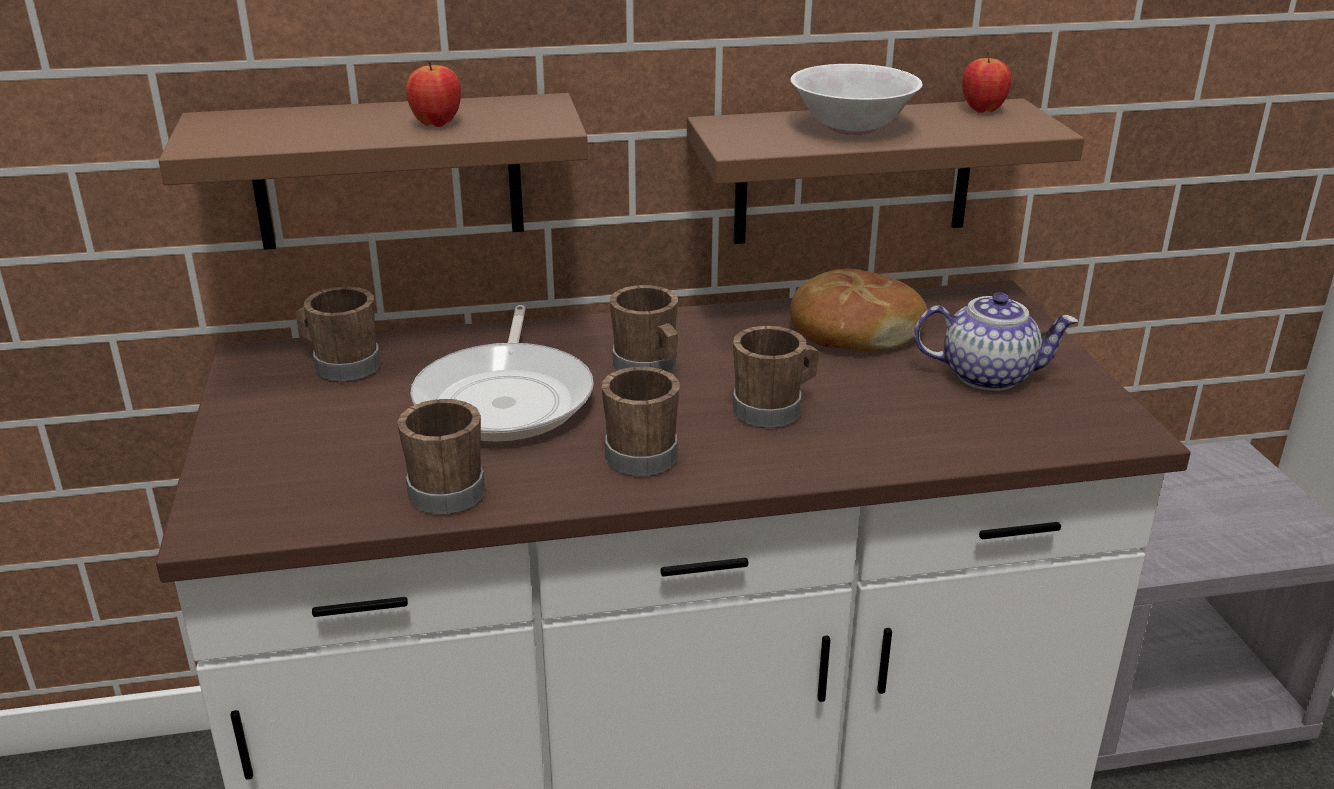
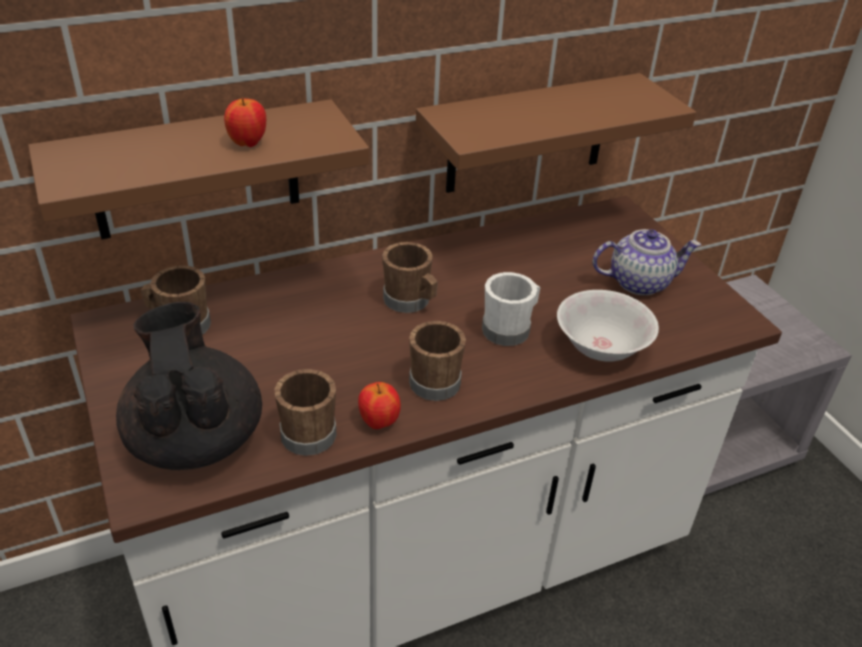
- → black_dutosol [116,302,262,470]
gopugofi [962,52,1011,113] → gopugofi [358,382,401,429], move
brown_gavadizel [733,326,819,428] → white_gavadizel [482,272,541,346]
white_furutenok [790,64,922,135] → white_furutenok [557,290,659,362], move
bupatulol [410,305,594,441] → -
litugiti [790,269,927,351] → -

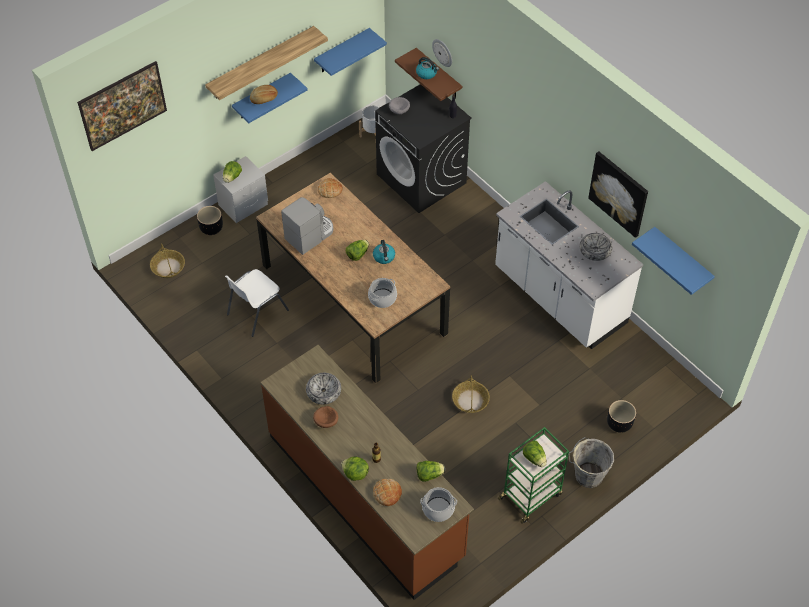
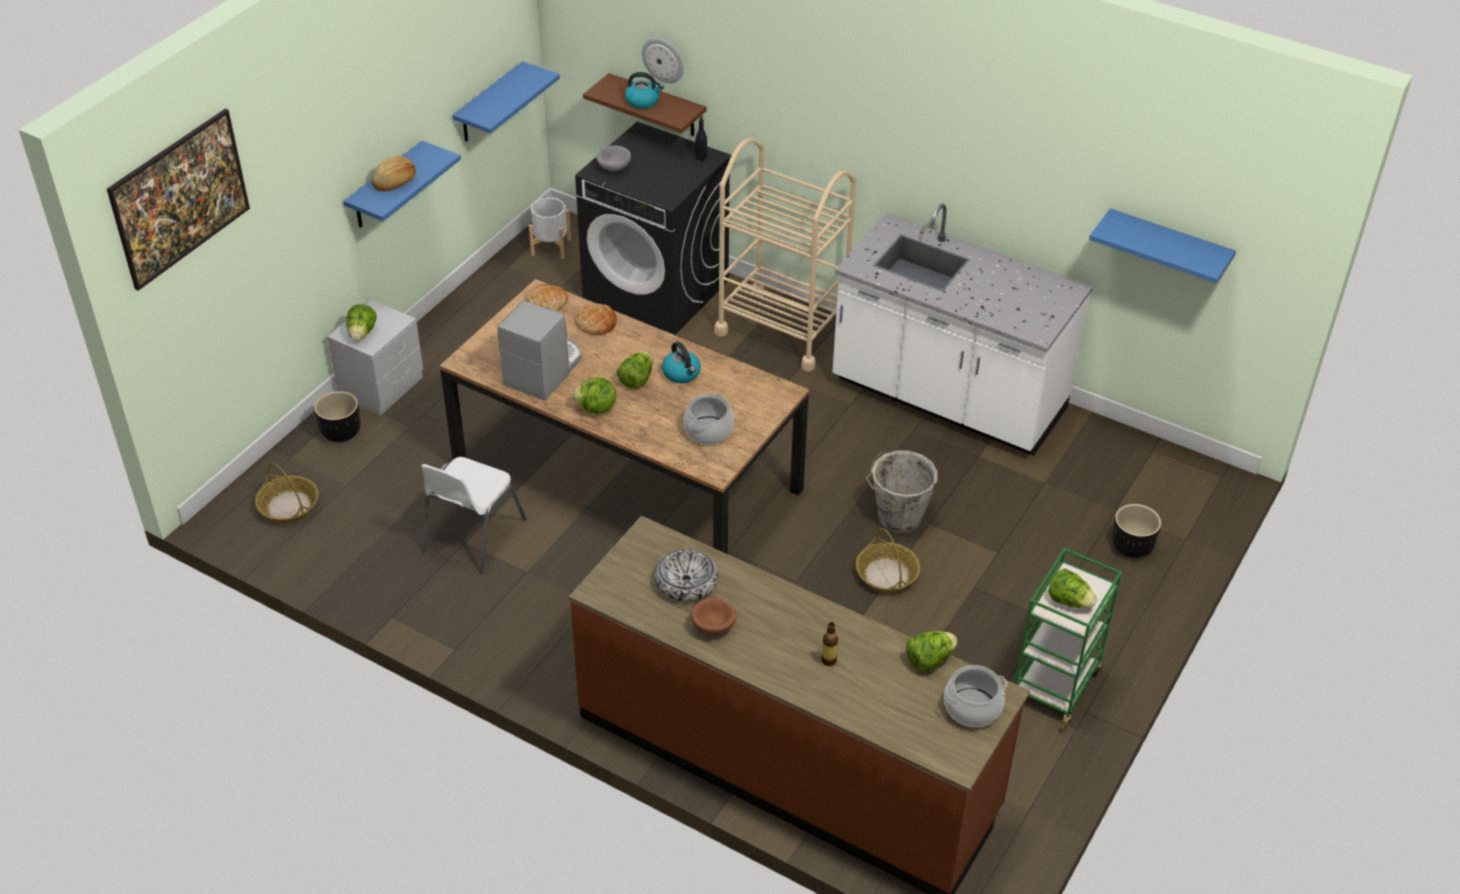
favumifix [341,456,369,481] → favumifix [572,378,616,414], move
litugiti [373,479,402,506] → litugiti [575,304,617,335], move
- → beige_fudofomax [714,138,856,372]
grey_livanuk [568,437,614,488] → grey_livanuk [866,451,938,533], move
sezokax [205,26,328,100] → -
furutenok [580,233,612,261] → -
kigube [588,152,648,238] → -

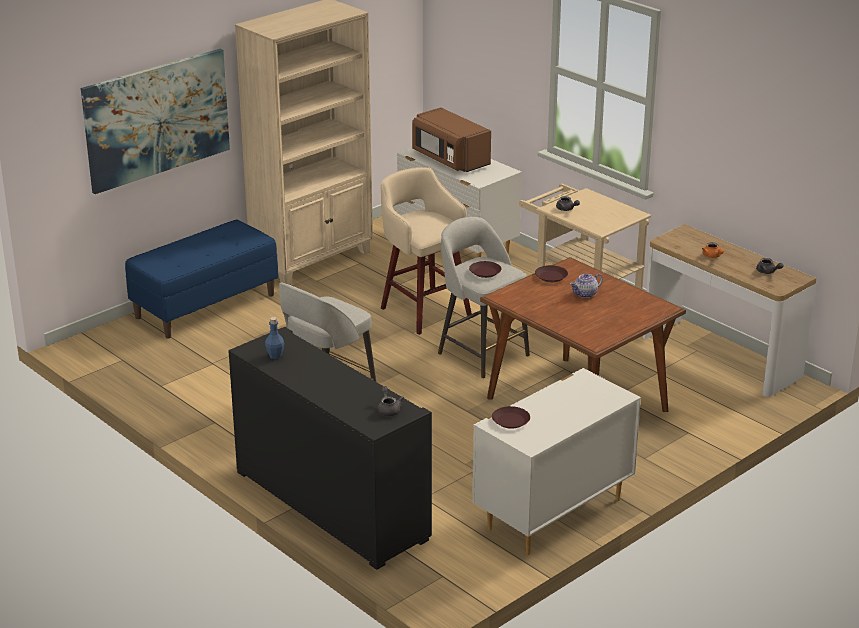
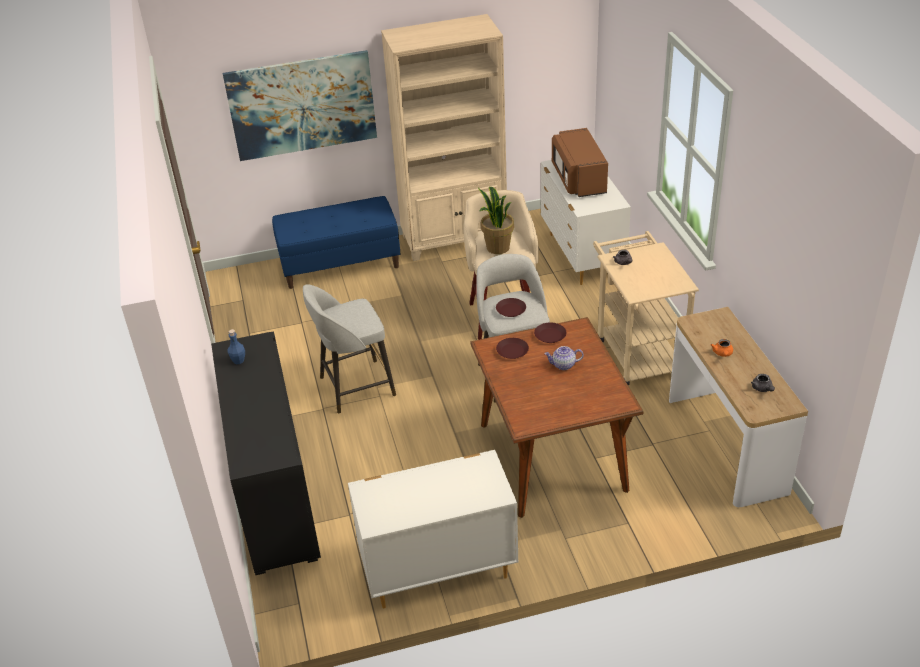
- → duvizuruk [478,187,514,254]
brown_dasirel [492,406,530,429] → brown_dasirel [496,338,529,359], move
grey_dutosol [378,386,404,416] → -

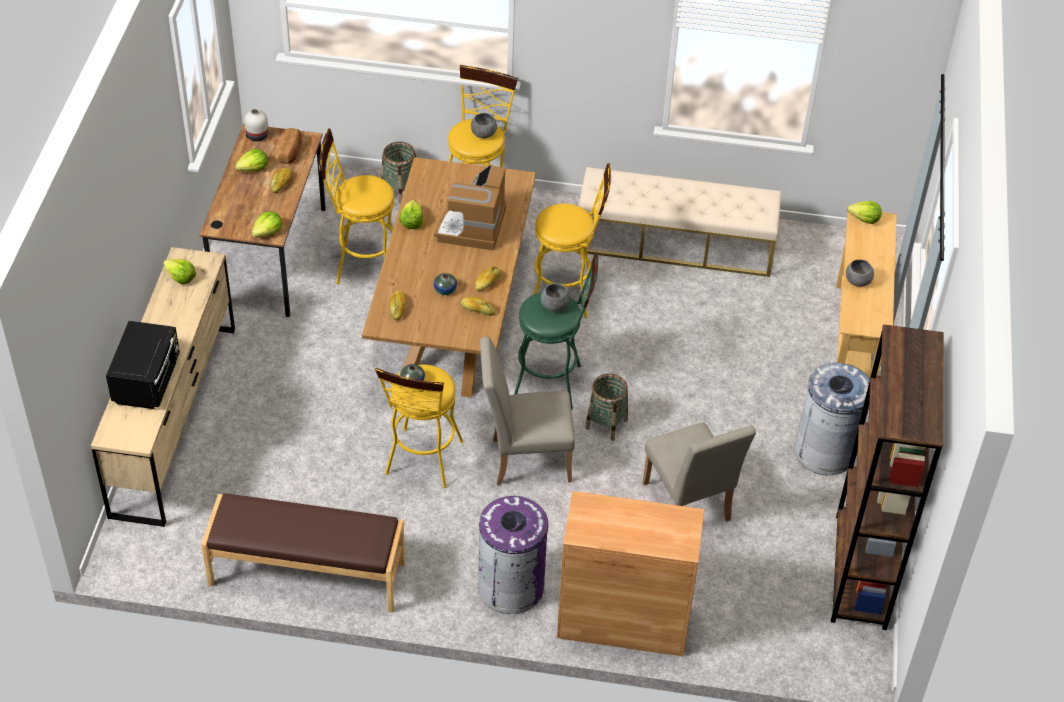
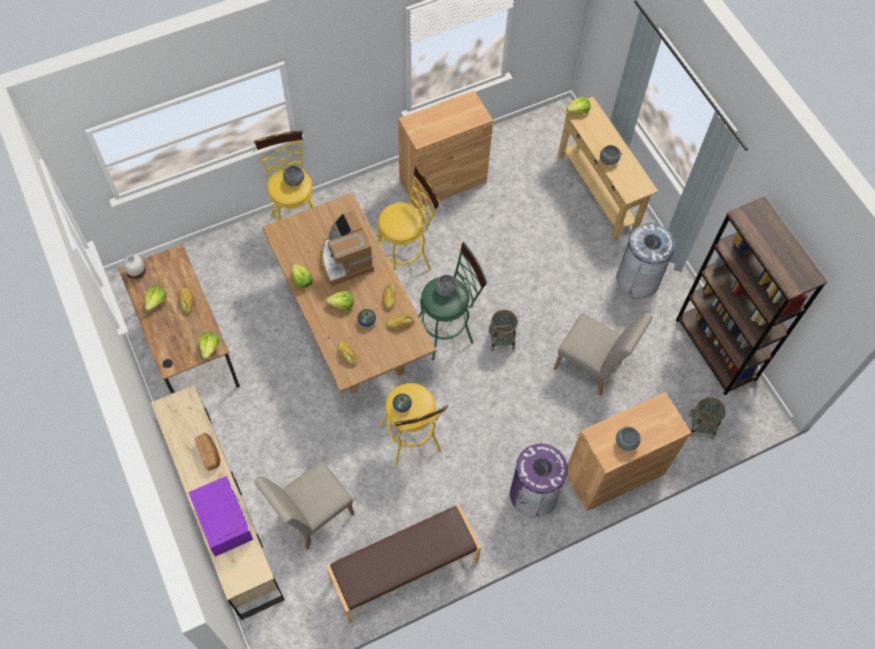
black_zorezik [106,321,180,409] → purple_zorezik [188,476,254,557]
litugiti [278,128,302,164] → litugiti [195,433,220,471], move
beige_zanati [480,337,575,485] → beige_zanati [254,461,354,550], move
favumifix [163,259,196,284] → favumifix [326,291,354,310], move
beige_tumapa [579,167,781,277] → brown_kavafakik [398,91,493,209]
- → grey_furutenok [616,427,641,451]
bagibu [381,142,416,204] → bagibu [688,397,725,439], move
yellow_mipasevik [319,128,394,284] → -

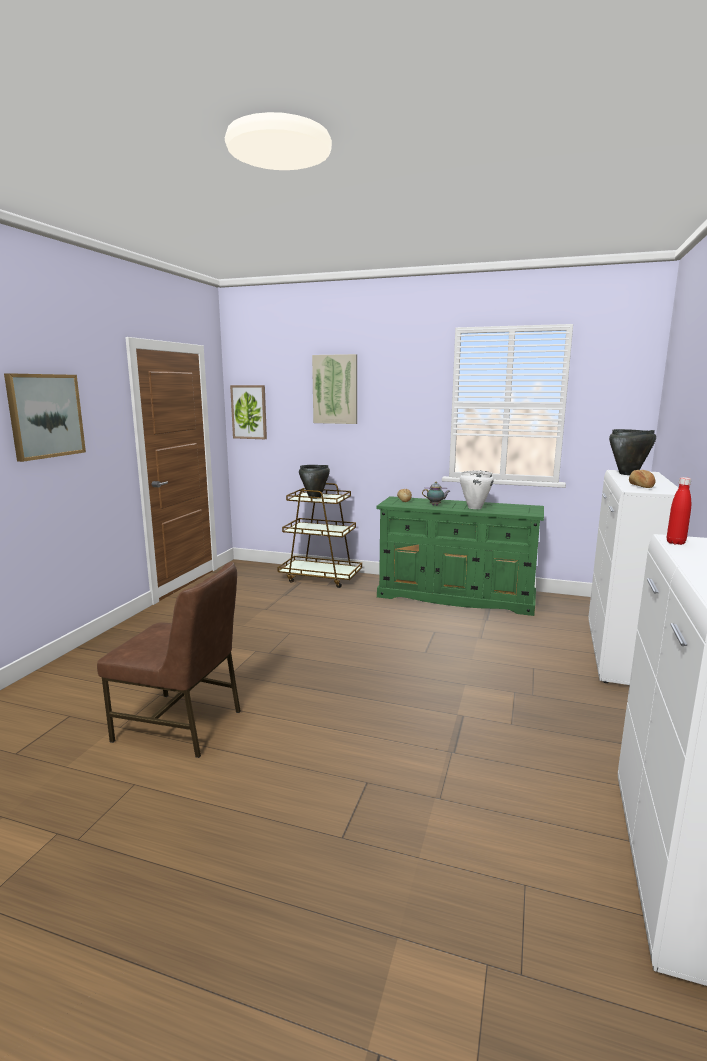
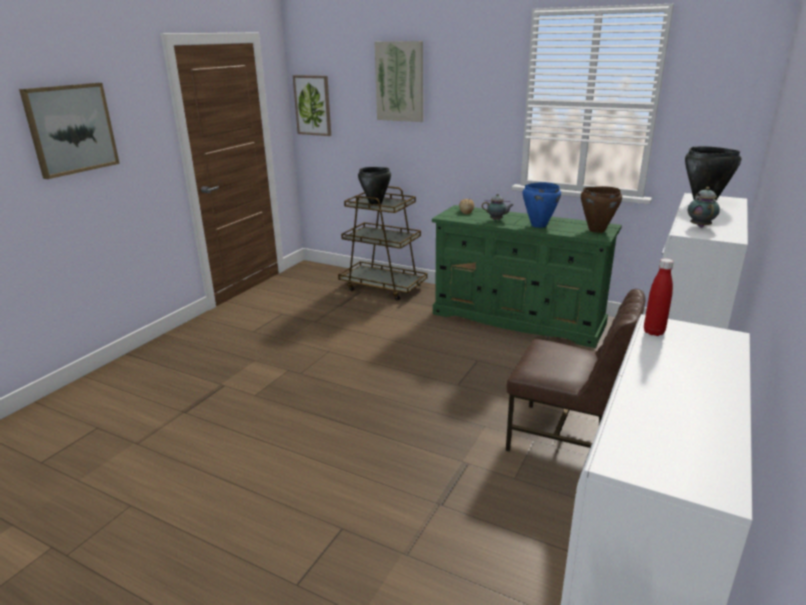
brown_zanati [97,562,241,758] → brown_zanati [506,289,646,451], move
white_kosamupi [460,470,494,509] → blue_kosamupi [523,182,561,228]
- → brown_kosamupi [581,186,622,233]
litugiti [629,470,655,488] → dutosol [688,187,720,228]

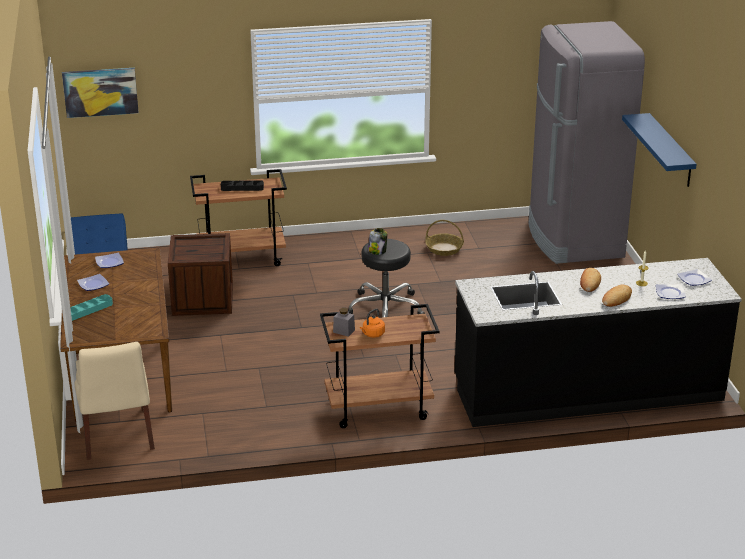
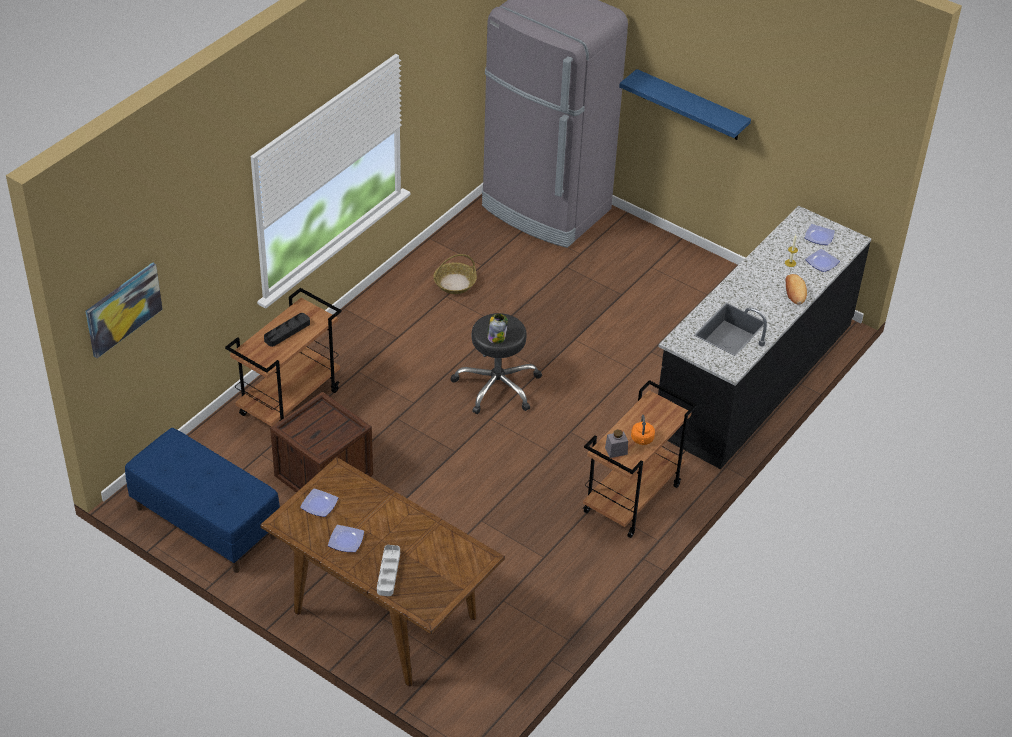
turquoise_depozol [70,294,113,321] → grey_depozol [377,545,400,596]
beige_zanati [75,342,155,460] → -
litugiti [580,268,601,292] → -

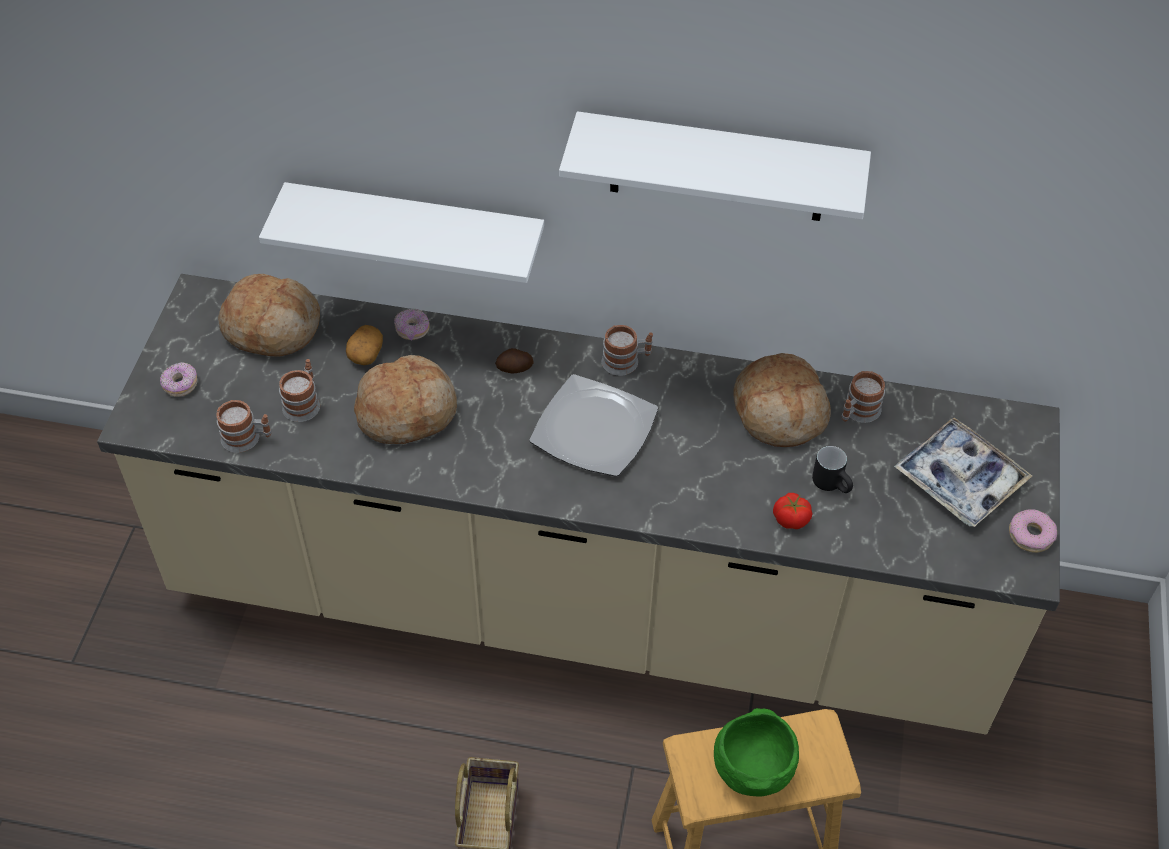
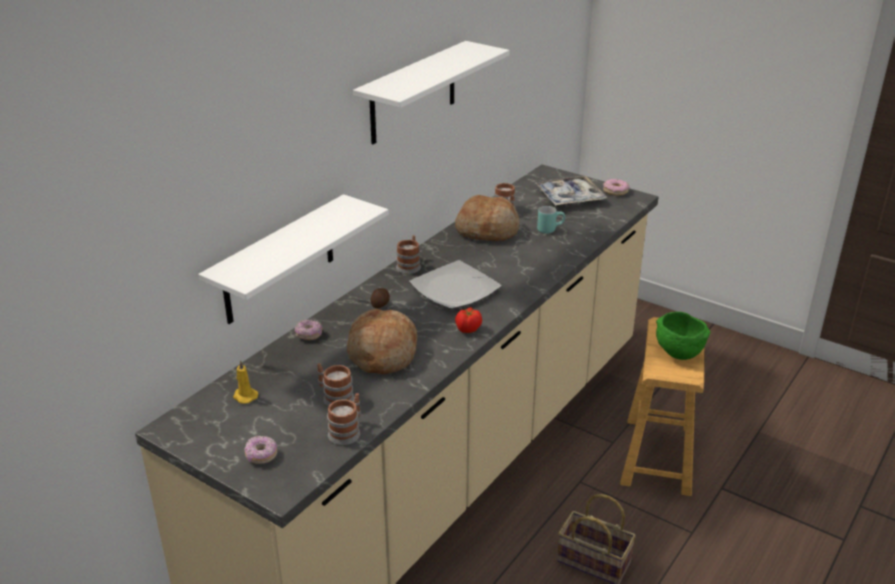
litugiti [218,274,320,357] → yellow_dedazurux [233,360,258,404]
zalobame [773,493,812,529] → zalobame [455,307,482,333], move
black_gavadizel [812,446,853,493] → turquoise_gavadizel [537,206,565,234]
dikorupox [346,325,383,365] → -

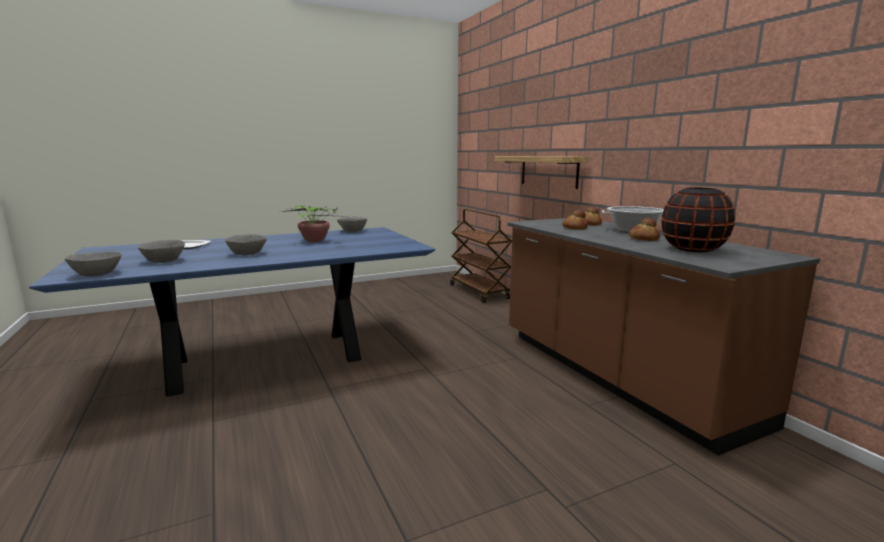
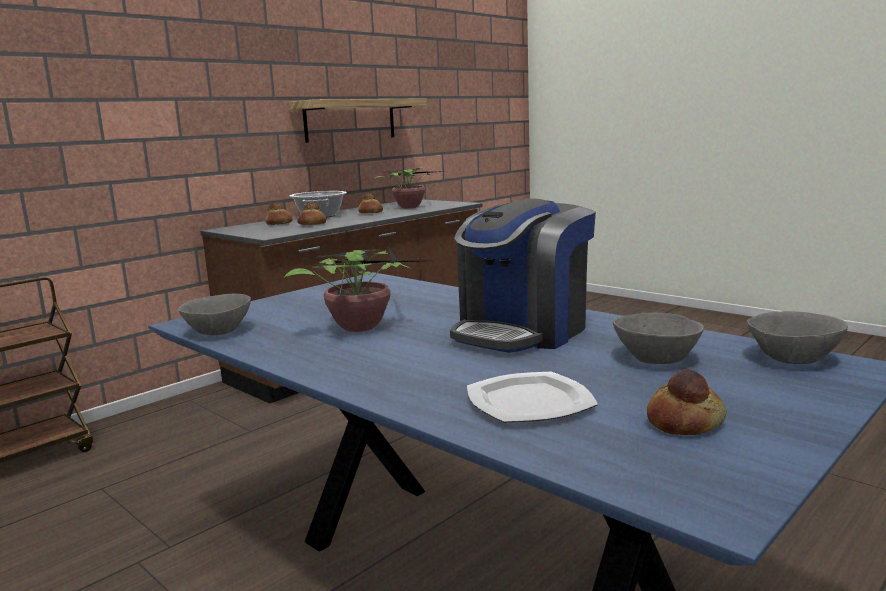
sezokax [495,156,588,189] → sezokax [289,98,427,143], move
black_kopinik [661,187,735,252] → duvizuruk [374,167,432,208]
grey_furutenok [225,234,267,255] → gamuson [450,198,596,353]
- → litugiti [647,369,726,435]

